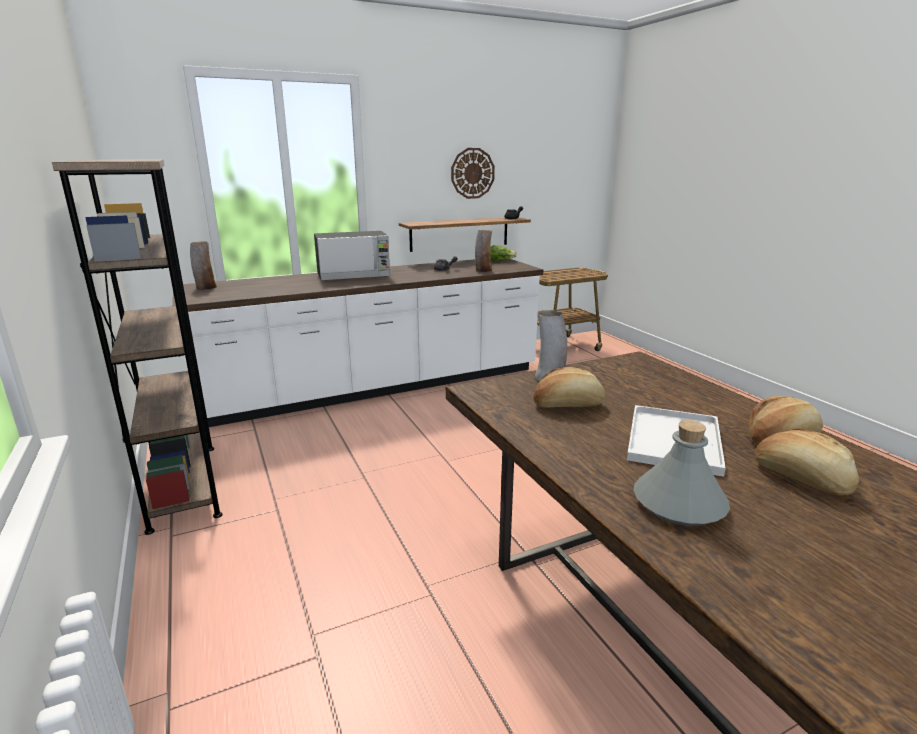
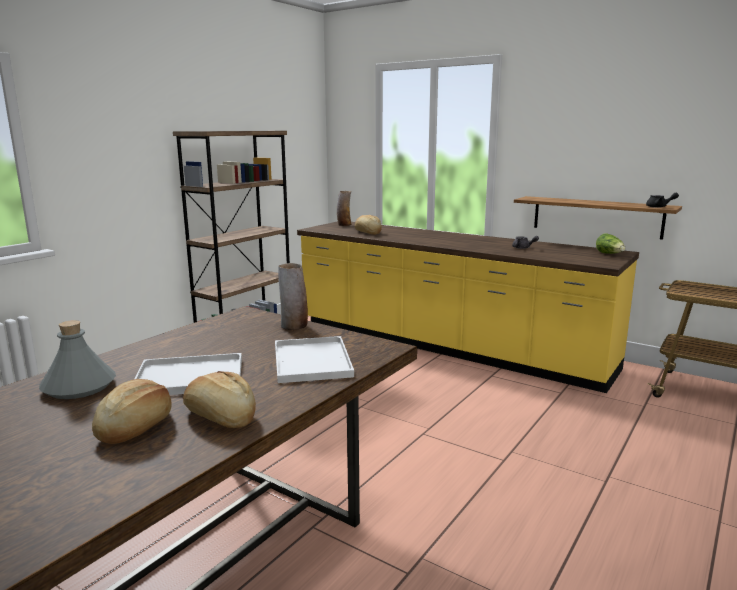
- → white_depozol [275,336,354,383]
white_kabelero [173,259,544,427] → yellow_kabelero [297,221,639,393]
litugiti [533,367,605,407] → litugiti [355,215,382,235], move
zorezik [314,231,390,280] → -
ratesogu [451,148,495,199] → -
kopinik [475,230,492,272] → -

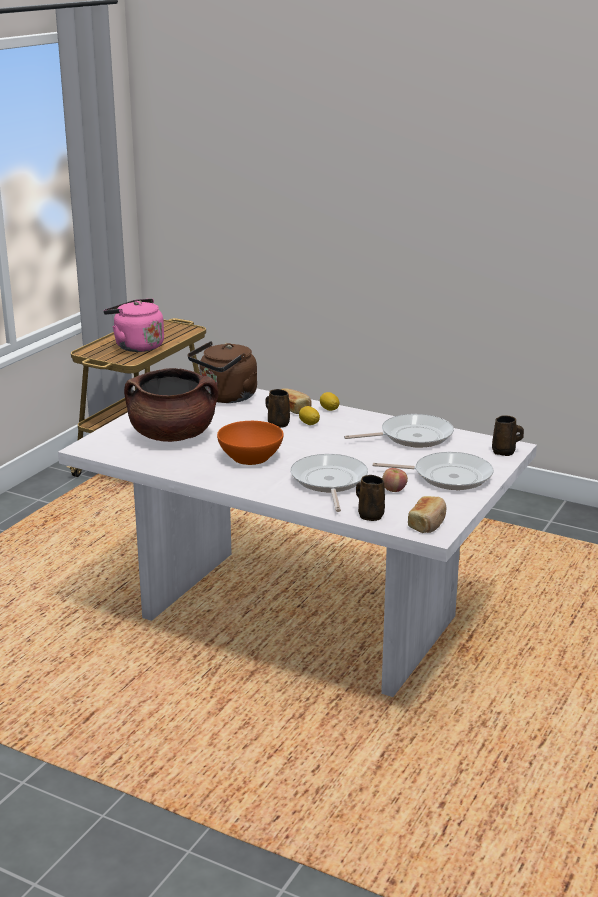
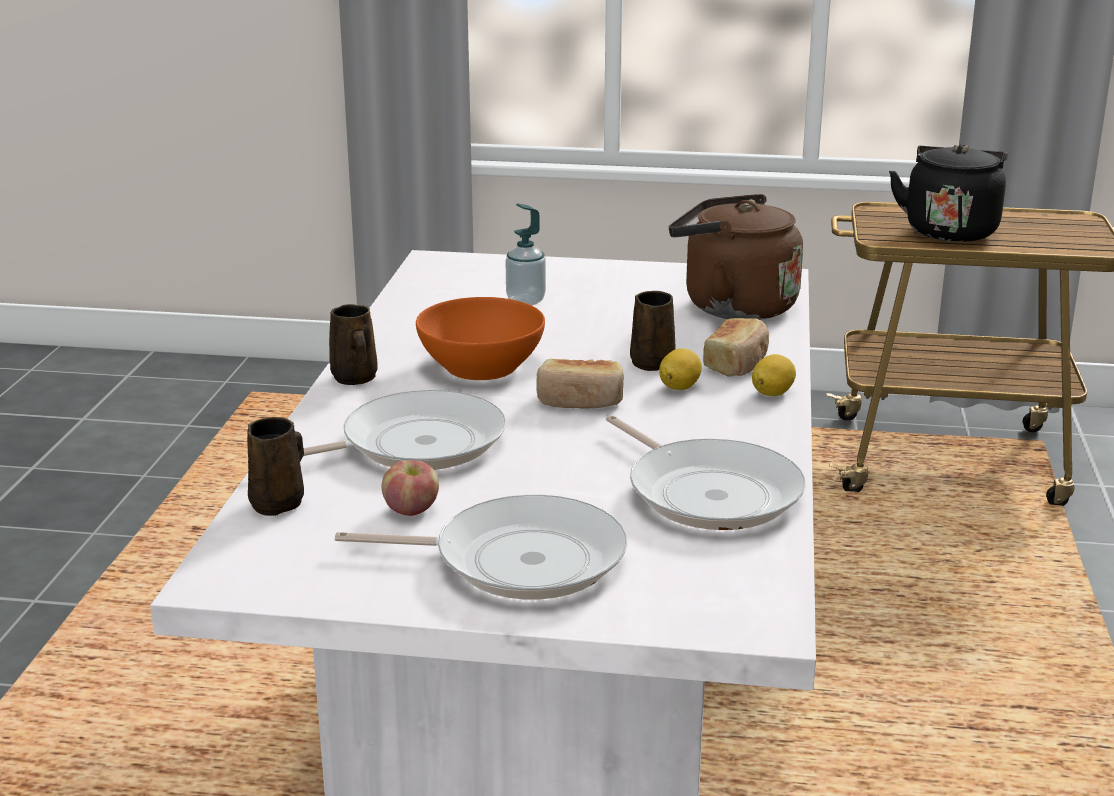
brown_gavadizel [492,415,524,456] → brown_gavadizel [329,304,378,385], move
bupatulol [373,452,494,490] → bupatulol [335,495,627,600], 75 degrees counterclockwise
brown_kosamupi [124,368,218,442] → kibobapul [506,203,546,305]
litugiti [408,496,446,533] → litugiti [536,359,624,409], move
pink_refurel [103,299,164,352] → black_refurel [889,144,1008,242]

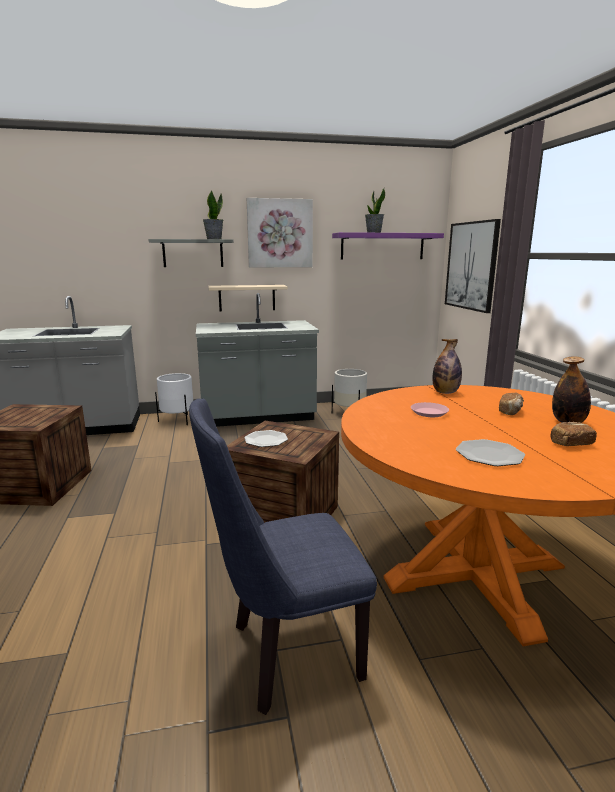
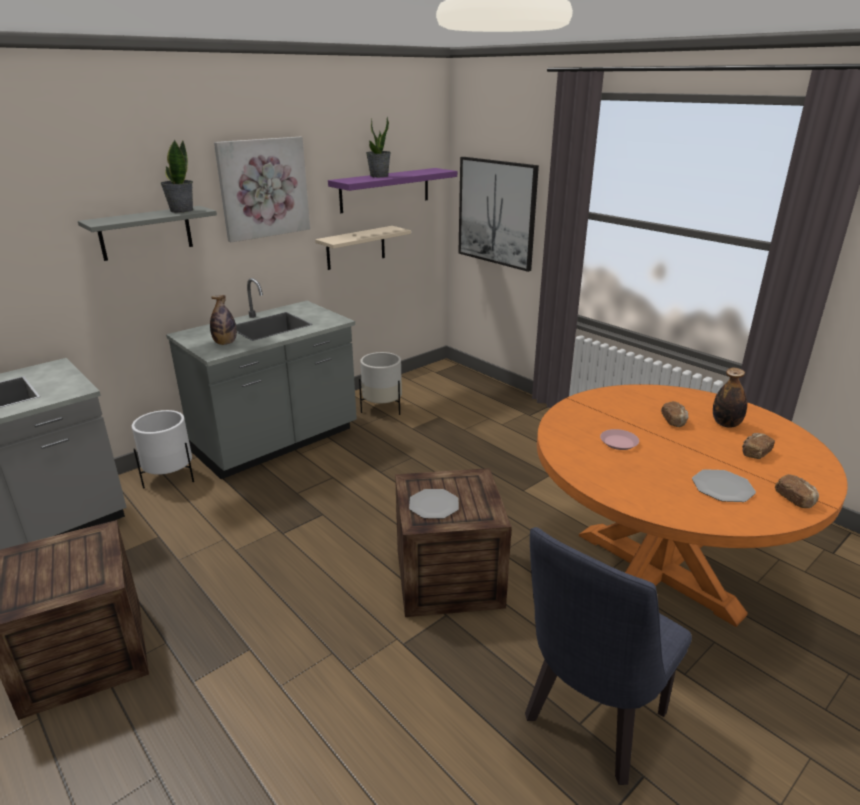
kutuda [432,339,462,394] → kutuda [210,295,237,345], move
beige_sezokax [209,285,288,311] → beige_sezokax [315,226,411,270], move
- → litugiti [775,474,819,508]

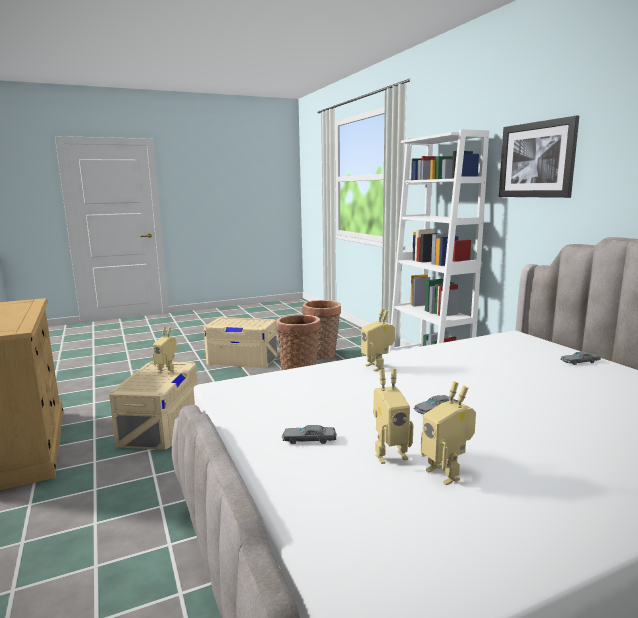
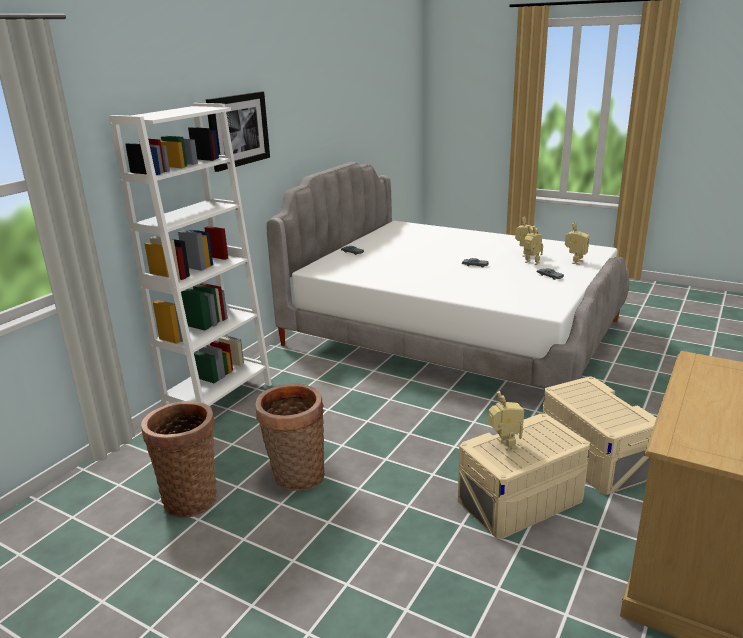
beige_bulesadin [204,317,278,368] → beige_bulesadin [543,376,656,495], move
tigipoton [361,308,395,371] → tigipoton [565,222,589,265], move

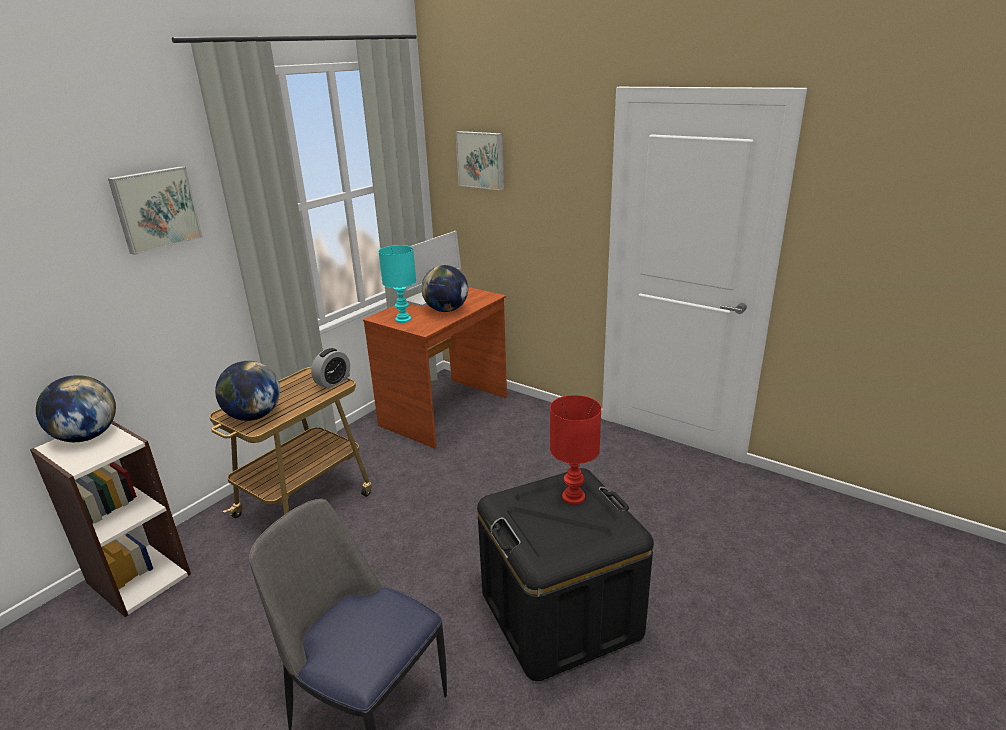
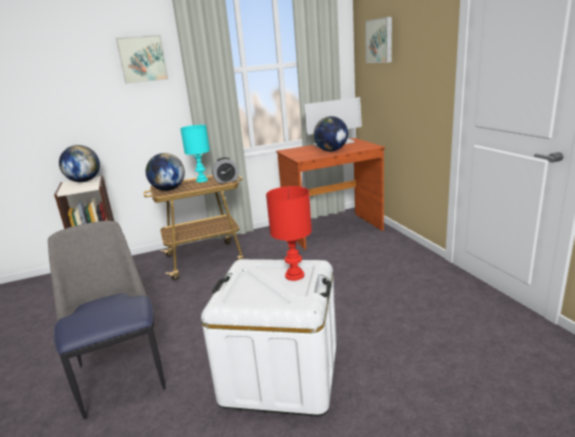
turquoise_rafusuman [378,245,416,323] → turquoise_rafusuman [180,125,210,182], move
black_bulesadin [477,468,654,681] → white_bulesadin [201,259,337,416]

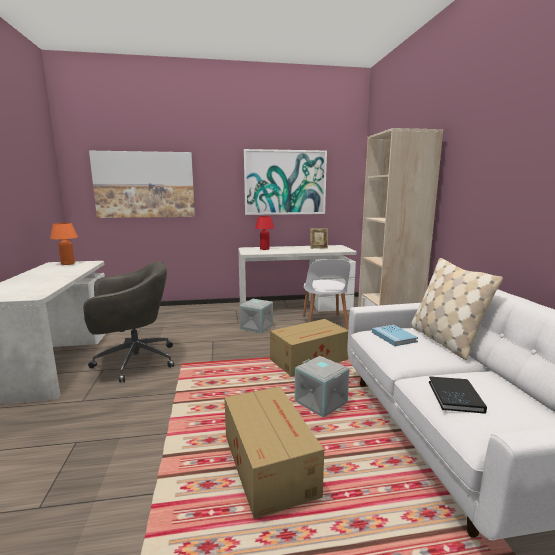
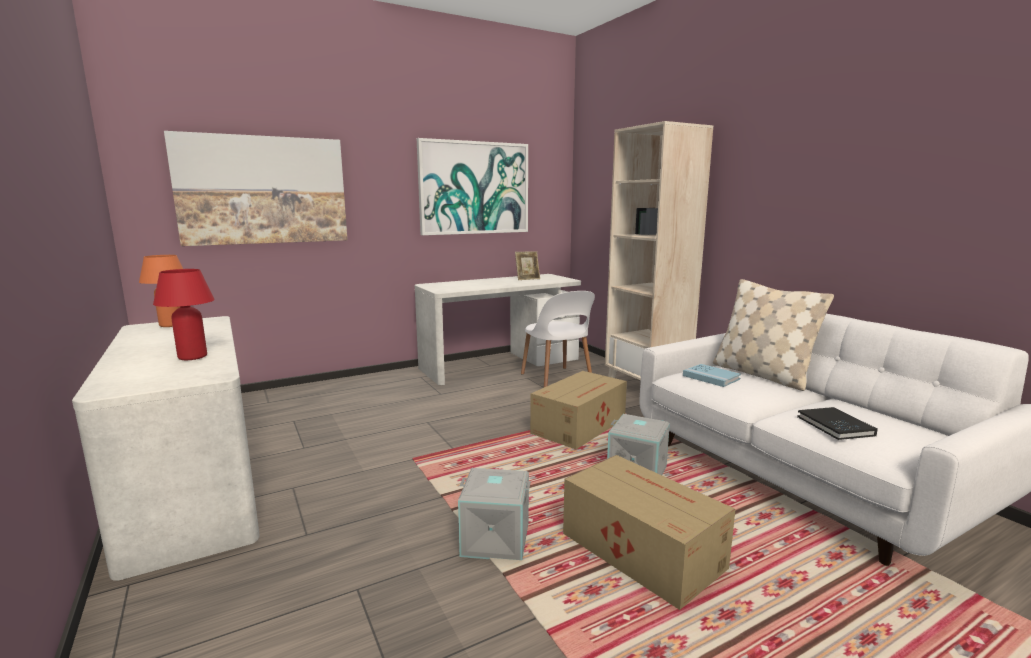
red_rafusuman [255,216,274,250] → red_rafusuman [153,269,215,360], move
grey_bulesadin [240,299,273,333] → grey_bulesadin [458,468,531,560], move
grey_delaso [83,261,174,382] → -

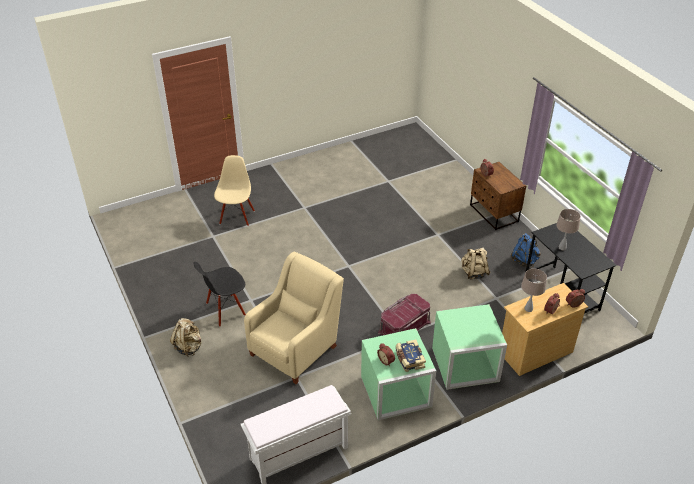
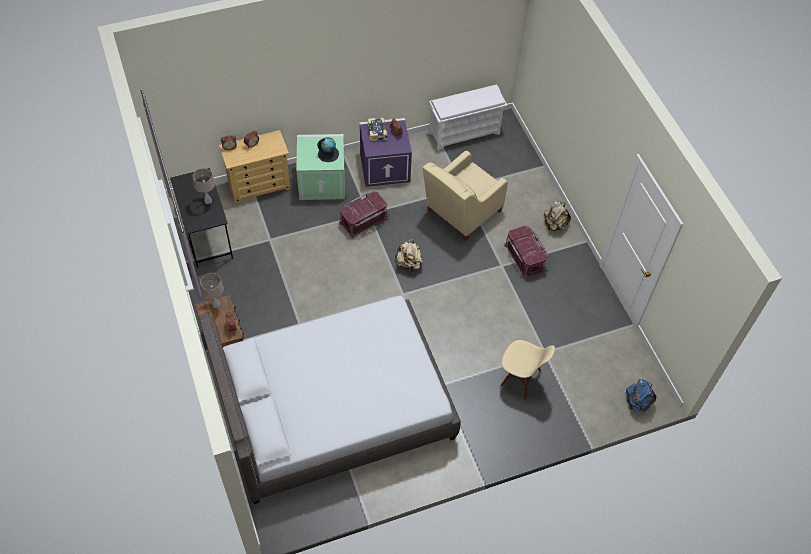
- → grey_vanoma [199,296,461,504]
beige_rafusuman [521,268,547,312] → beige_rafusuman [200,273,224,308], move
- → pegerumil [317,137,339,162]
green_bulesadin [361,328,436,420] → purple_bulesadin [359,118,412,187]
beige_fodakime [461,248,490,280] → beige_fodakime [395,239,422,272], move
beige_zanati [214,155,255,226] → beige_zanati [500,340,555,400], 75 degrees counterclockwise
black_zanati [193,262,246,327] → red_bulesadin [504,225,548,279]
blue_fodakime [511,233,541,267] → blue_fodakime [626,379,656,411], move

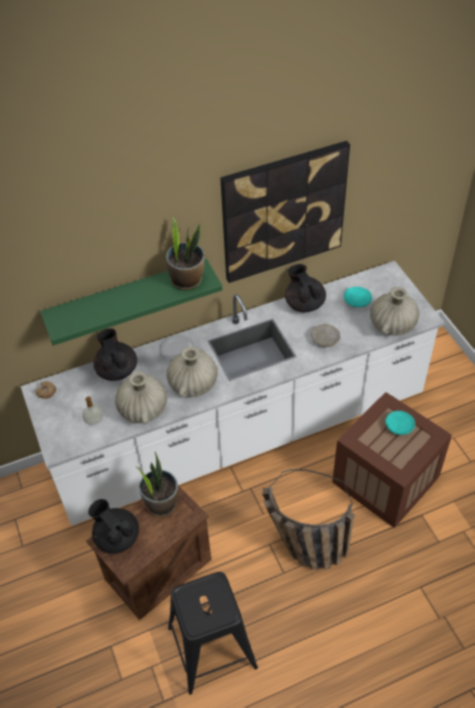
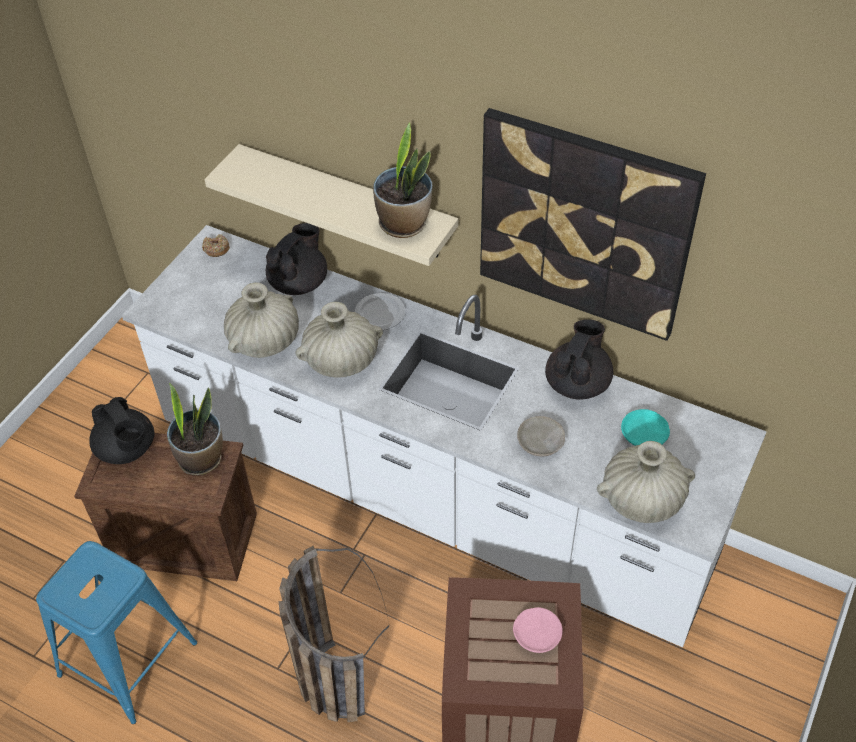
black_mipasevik [168,572,258,695] → blue_mipasevik [36,541,197,724]
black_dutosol [88,499,139,554] → black_dutosol [89,397,155,464], 135 degrees clockwise
green_sezokax [40,259,223,346] → beige_sezokax [205,144,458,266]
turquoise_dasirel [385,411,415,435] → pink_dasirel [513,607,563,653]
kibobapul [82,396,103,425] → -

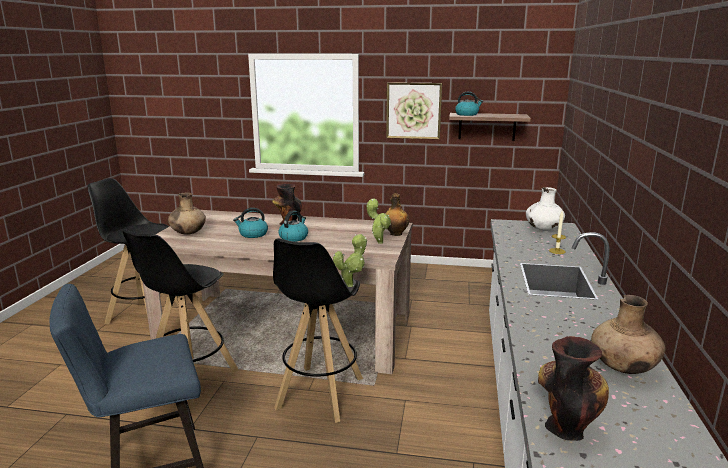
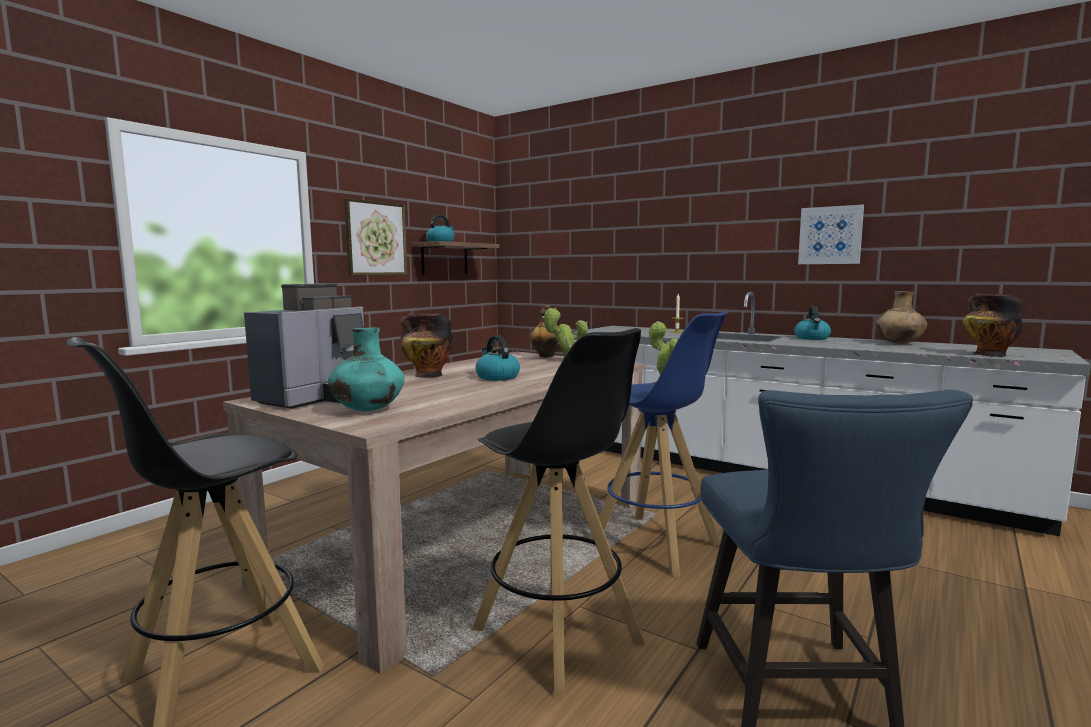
- → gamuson [244,283,364,409]
brown_kopinik [168,193,206,235] → turquoise_kopinik [328,328,404,411]
black_mipasevik [273,238,363,423] → blue_mipasevik [590,311,728,576]
refurel [233,208,268,238] → refurel [794,306,831,340], move
- → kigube [798,204,864,264]
white_kopinik [526,187,565,231] → -

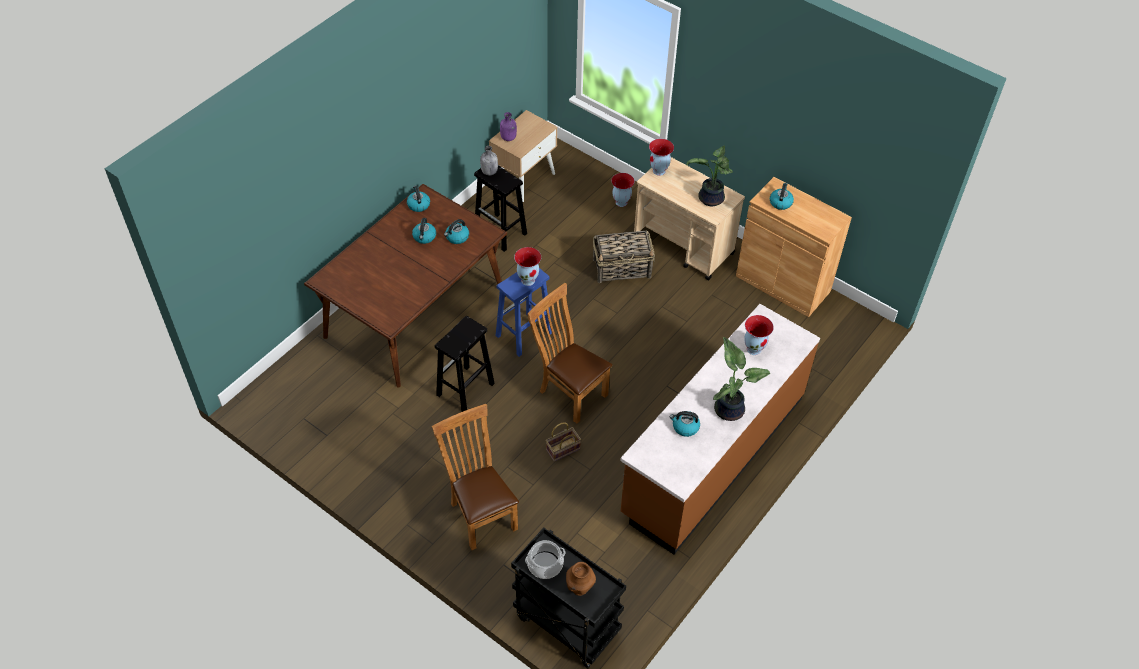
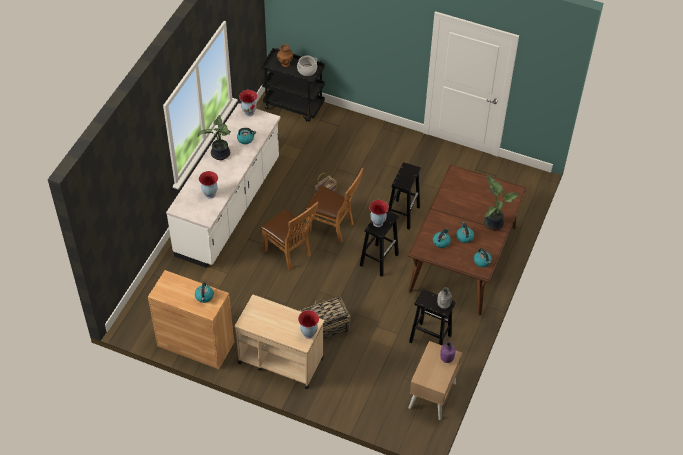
brown_kabelero [620,304,820,555] → white_kabelero [166,103,281,268]
kopinik [611,173,635,207] → kopinik [239,90,257,117], move
brown_zanati [432,404,519,550] → brown_zanati [261,202,318,270], move
blue_mipasevik [496,268,552,357] → black_mipasevik [360,210,399,277]
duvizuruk [687,146,733,206] → duvizuruk [484,176,519,230], move

